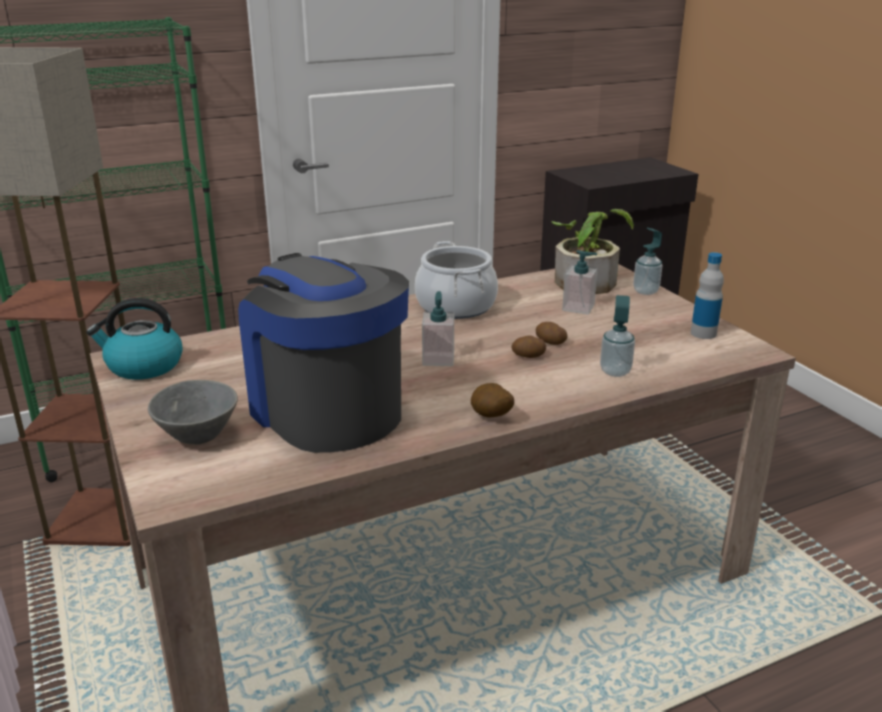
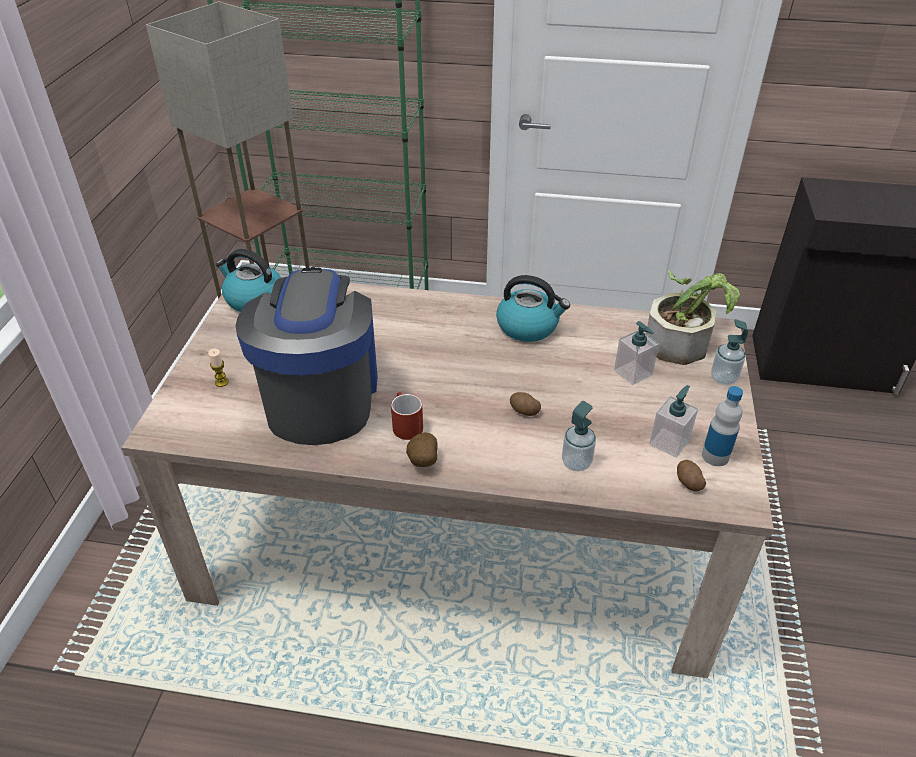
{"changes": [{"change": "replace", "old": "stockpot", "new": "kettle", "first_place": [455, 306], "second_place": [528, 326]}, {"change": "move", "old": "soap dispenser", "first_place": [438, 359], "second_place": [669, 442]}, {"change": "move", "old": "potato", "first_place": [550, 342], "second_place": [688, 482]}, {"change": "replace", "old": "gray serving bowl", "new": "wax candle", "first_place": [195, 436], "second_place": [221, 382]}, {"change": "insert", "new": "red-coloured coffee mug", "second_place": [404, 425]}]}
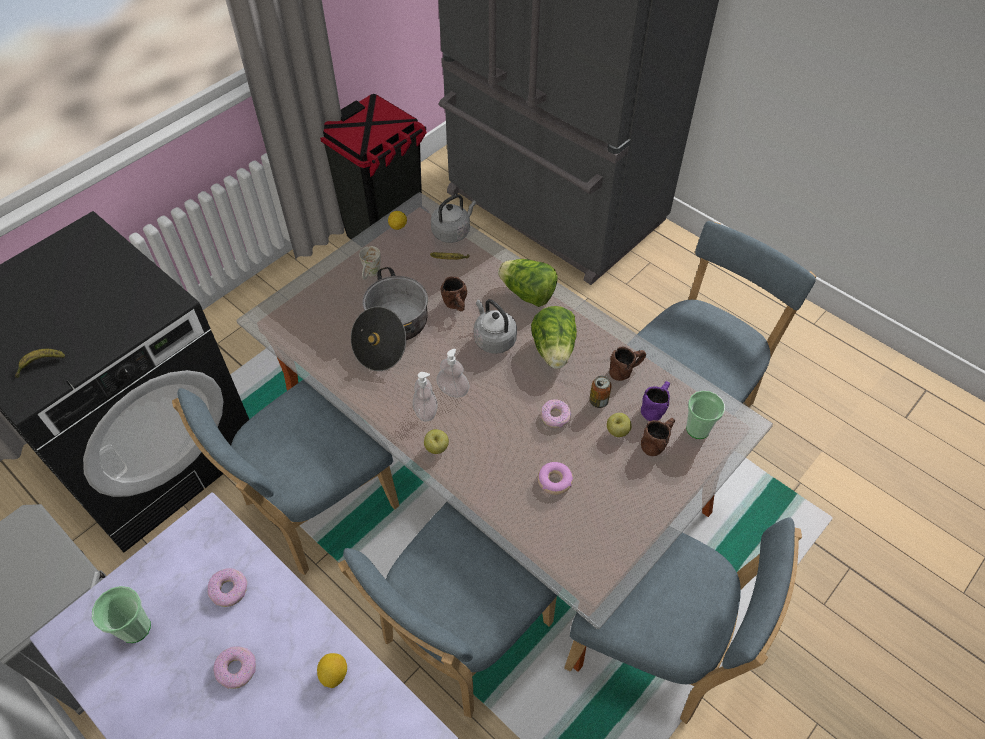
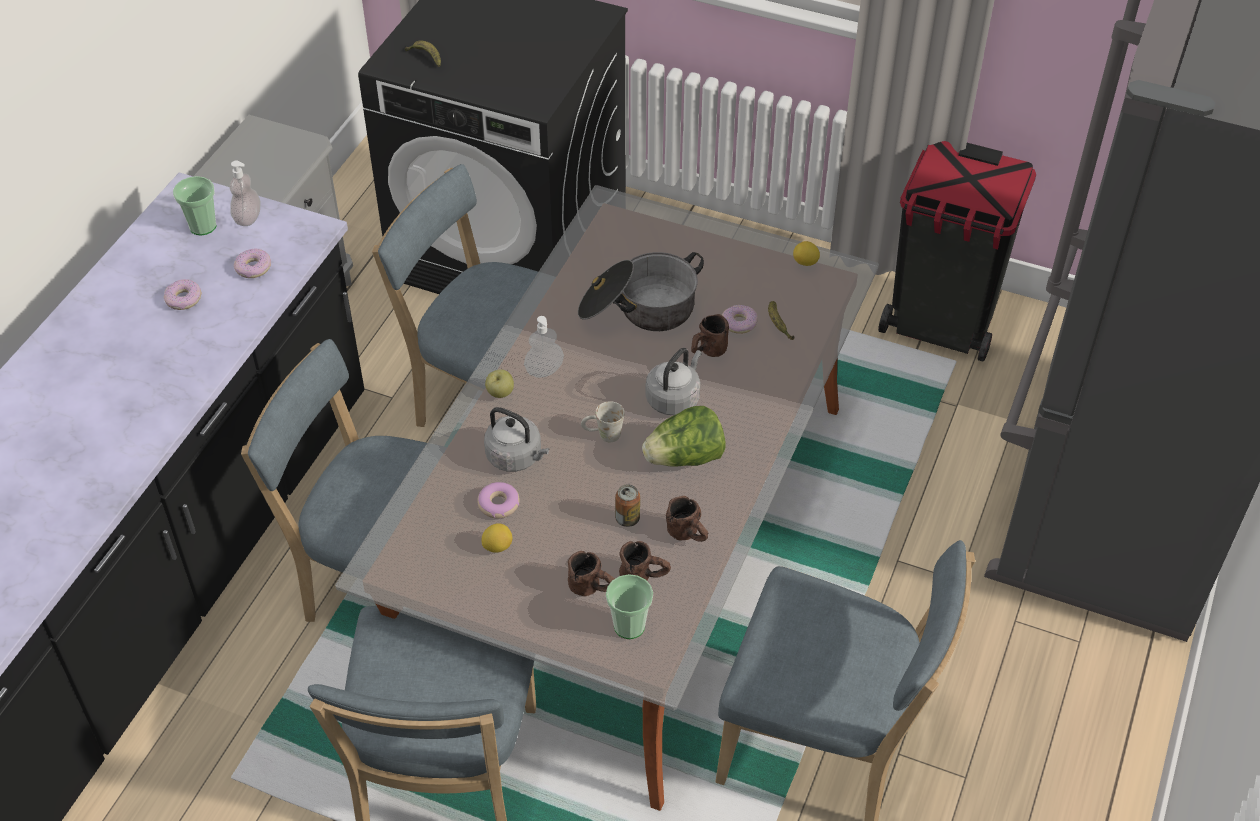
{"changes": [{"change": "move", "old": "gray kettle", "first_place": [453, 232], "second_place": [516, 457]}, {"change": "move", "old": "whitish coffee mug", "first_place": [370, 274], "second_place": [602, 435]}, {"change": "delete", "old": "head of lettuce", "first_place": [527, 294]}, {"change": "move", "old": "soap dispenser", "first_place": [453, 390], "second_place": [248, 218]}, {"change": "recolor", "old": "purplish coffee mug", "new": "brown-coloured coffee mug", "first_place": [655, 406], "second_place": [645, 576]}, {"change": "move", "old": "ring doughnut", "first_place": [555, 416], "second_place": [739, 323]}, {"change": "delete", "old": "whole apple", "first_place": [617, 431]}, {"change": "move", "old": "whole lemon", "first_place": [334, 674], "second_place": [497, 546]}]}
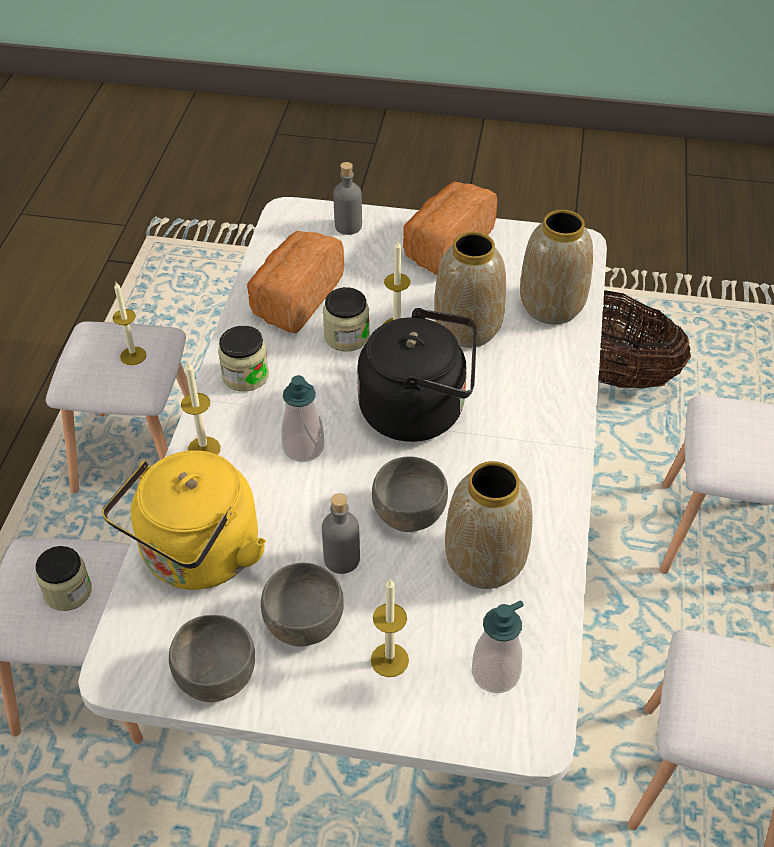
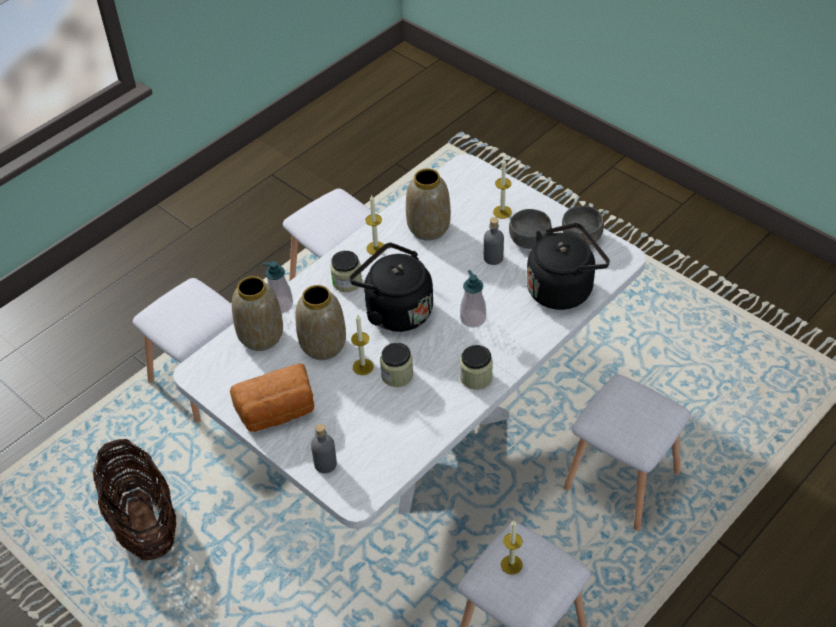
{"changes": [{"change": "delete", "old": "bread", "first_place": [295, 299]}, {"change": "move", "old": "wax candle", "first_place": [204, 449], "second_place": [376, 248]}, {"change": "recolor", "old": "yellow kettle", "new": "blackish kettle", "first_place": [197, 558], "second_place": [563, 288]}, {"change": "delete", "old": "gray serving bowl", "first_place": [408, 513]}, {"change": "move", "old": "jar", "first_place": [68, 592], "second_place": [347, 282]}, {"change": "move", "old": "soap dispenser", "first_place": [495, 673], "second_place": [280, 305]}]}
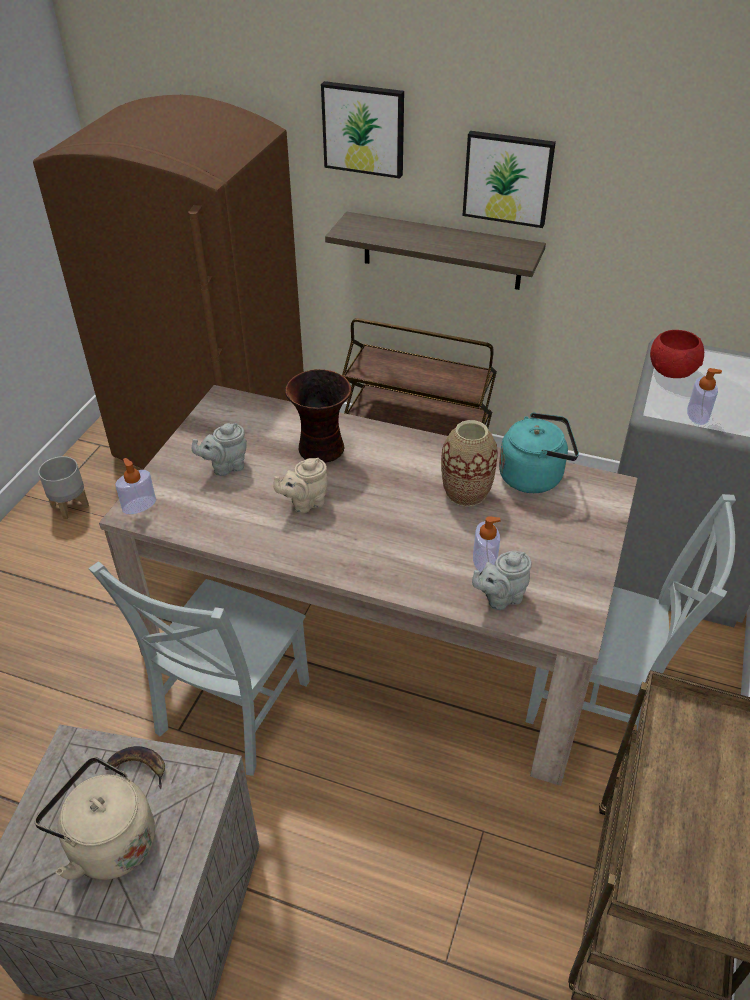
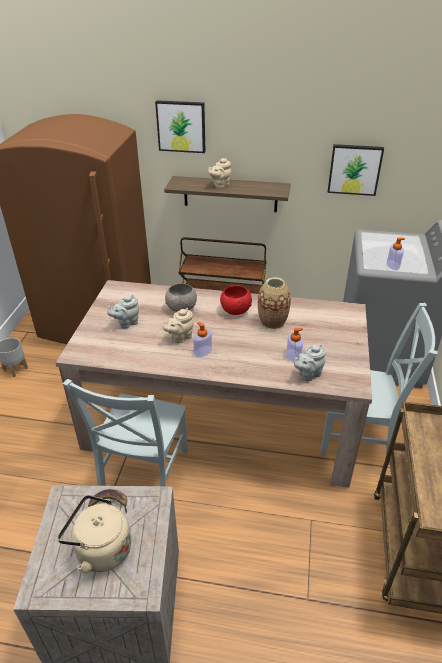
{"changes": [{"change": "move", "old": "picture", "first_place": [508, 178], "second_place": [354, 169]}, {"change": "move", "old": "red-coloured serving bowl", "first_place": [672, 371], "second_place": [236, 310]}, {"change": "replace", "old": "vase", "new": "gray serving bowl", "first_place": [322, 449], "second_place": [182, 308]}, {"change": "delete", "old": "blue-green kettle", "first_place": [534, 476]}, {"change": "move", "old": "soap dispenser", "first_place": [139, 505], "second_place": [203, 351]}, {"change": "insert", "new": "beige-coloured teapot", "second_place": [220, 185]}]}
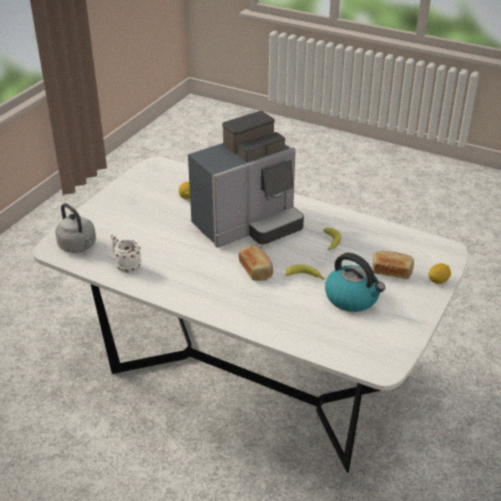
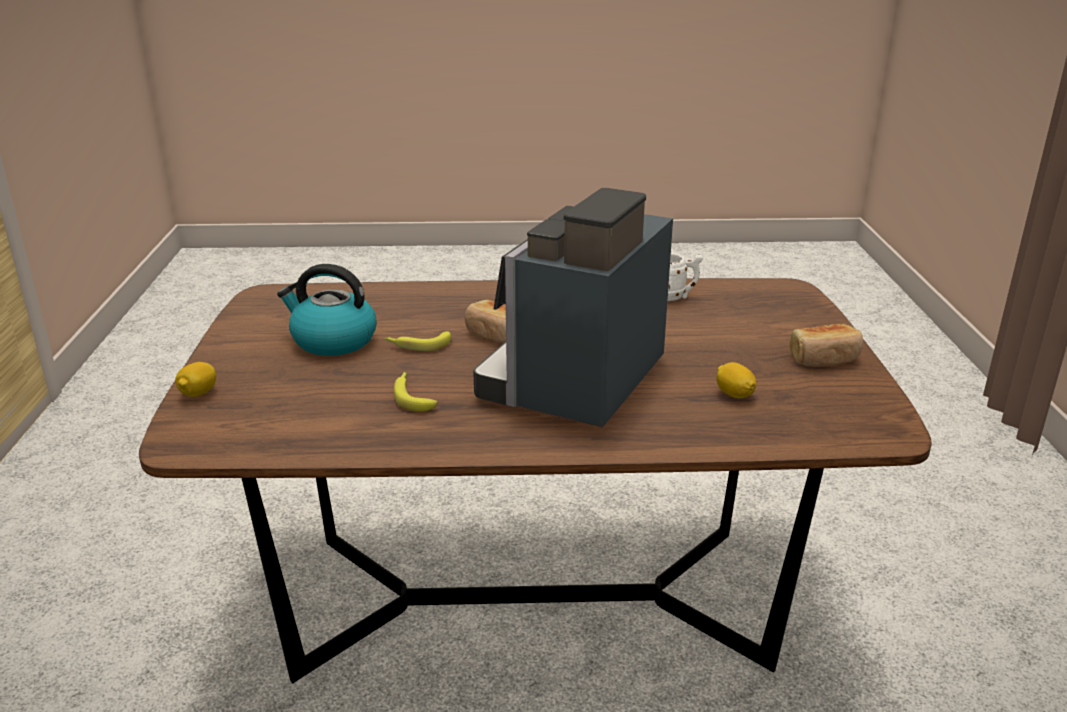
{"changes": [{"change": "recolor", "old": "whitish dinner table", "new": "brown-coloured dinner table", "first_place": [251, 379], "second_place": [532, 603]}, {"change": "delete", "old": "gray kettle", "first_place": [78, 246]}, {"change": "move", "old": "bread", "first_place": [391, 271], "second_place": [824, 359]}]}
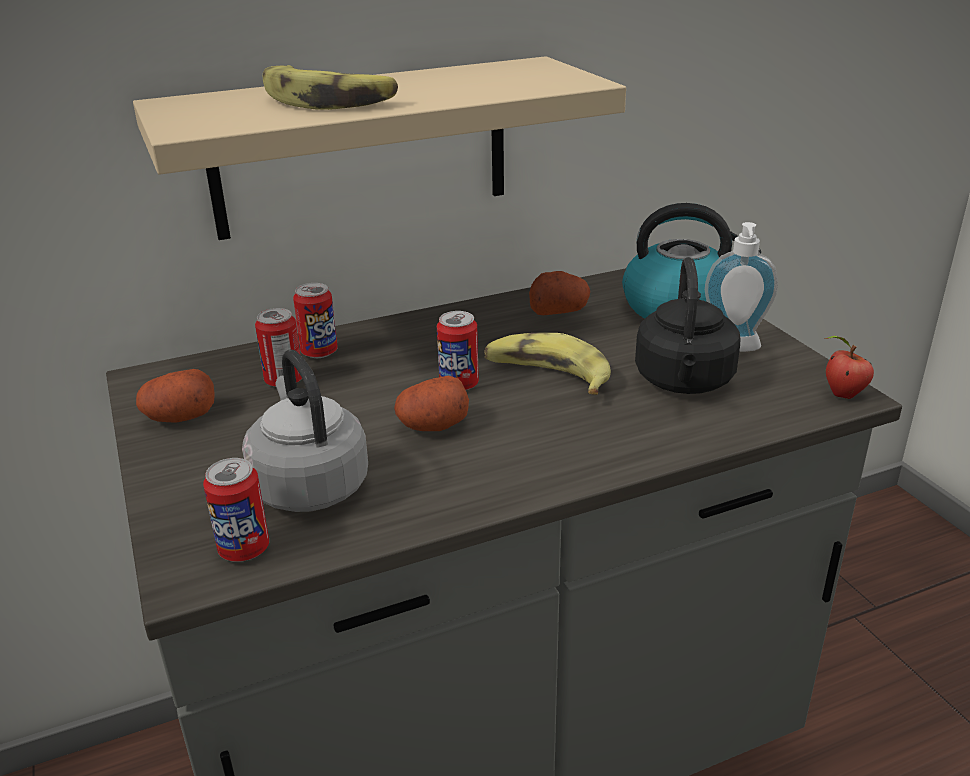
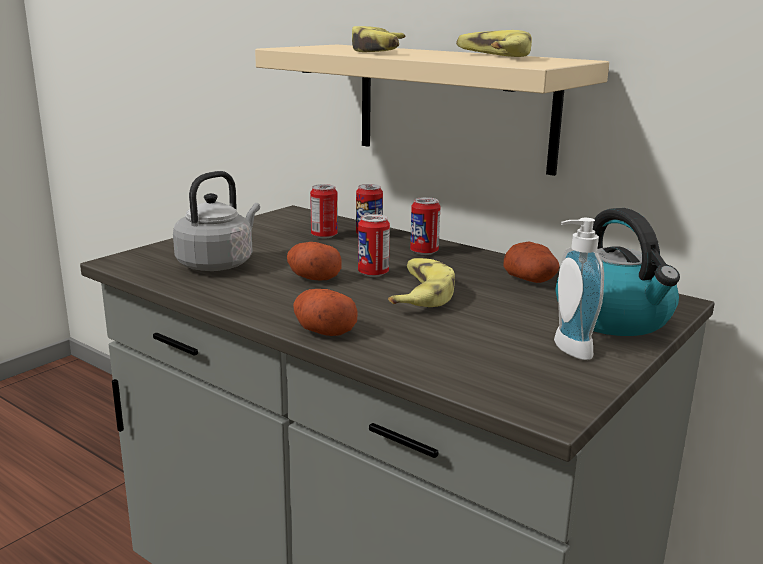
{"changes": [{"change": "delete", "old": "blackish kettle", "first_place": [684, 382]}, {"change": "delete", "old": "whole apple", "first_place": [841, 394]}, {"change": "move", "old": "potato", "first_place": [179, 417], "second_place": [322, 330]}, {"change": "move", "old": "sealed can", "first_place": [244, 549], "second_place": [424, 252]}, {"change": "insert", "new": "whole banana", "second_place": [490, 56]}]}
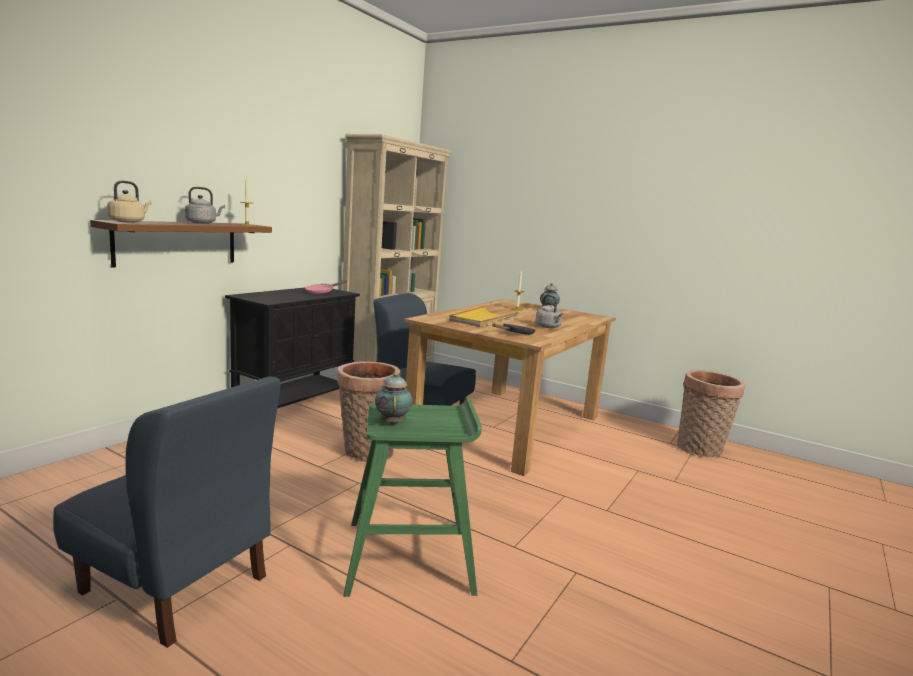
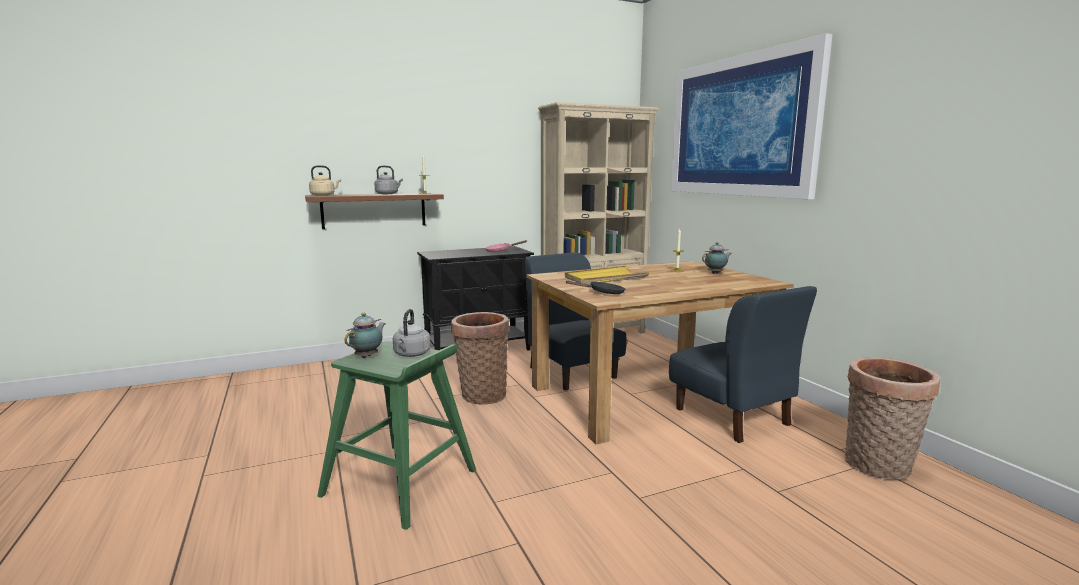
{"changes": [{"change": "move", "old": "gray kettle", "first_place": [548, 327], "second_place": [411, 354]}, {"change": "move", "old": "blue-coloured chair", "first_place": [175, 585], "second_place": [732, 417]}, {"change": "insert", "new": "picture", "second_place": [739, 126]}]}
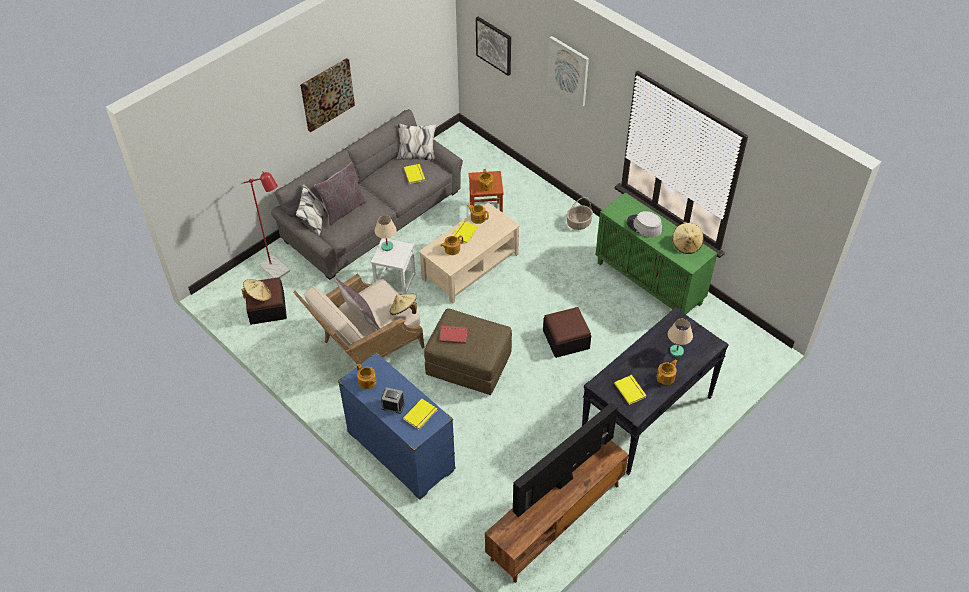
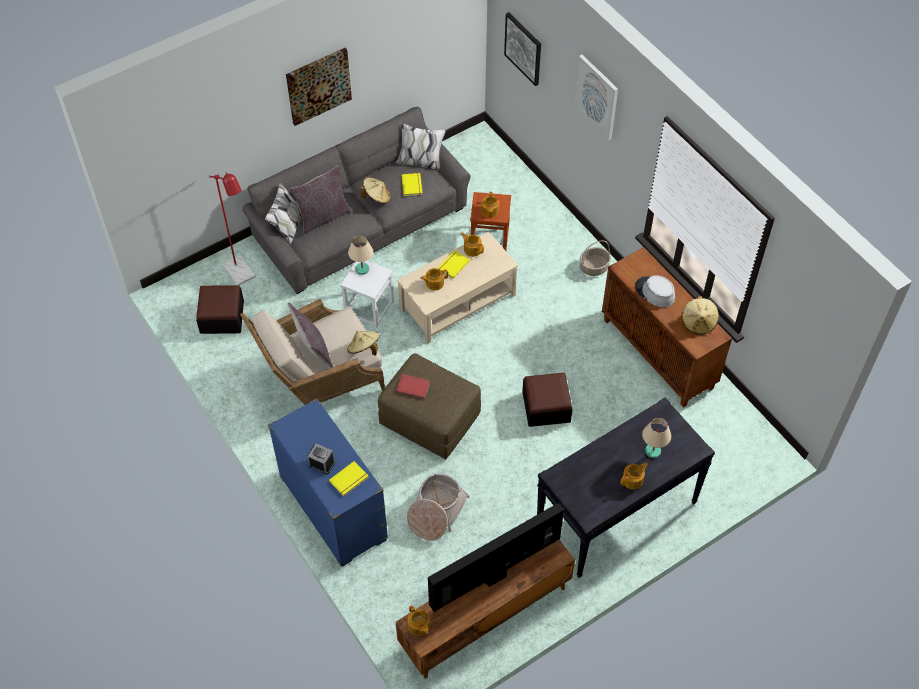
{"changes": [{"change": "recolor", "old": "green-coloured cupboard", "new": "brown-coloured cupboard", "first_place": [650, 283], "second_place": [658, 354]}, {"change": "move", "old": "beige-coloured wearable hat", "first_place": [258, 296], "second_place": [377, 197]}, {"change": "move", "old": "teapot", "first_place": [367, 382], "second_place": [418, 626]}, {"change": "delete", "old": "yellow book", "first_place": [631, 390]}, {"change": "insert", "new": "storage basket", "second_place": [436, 512]}]}
